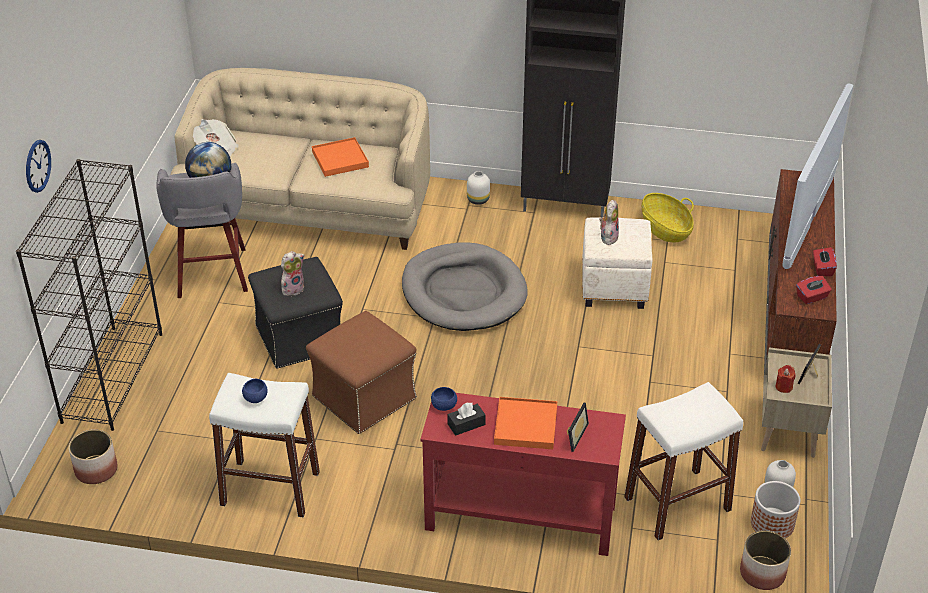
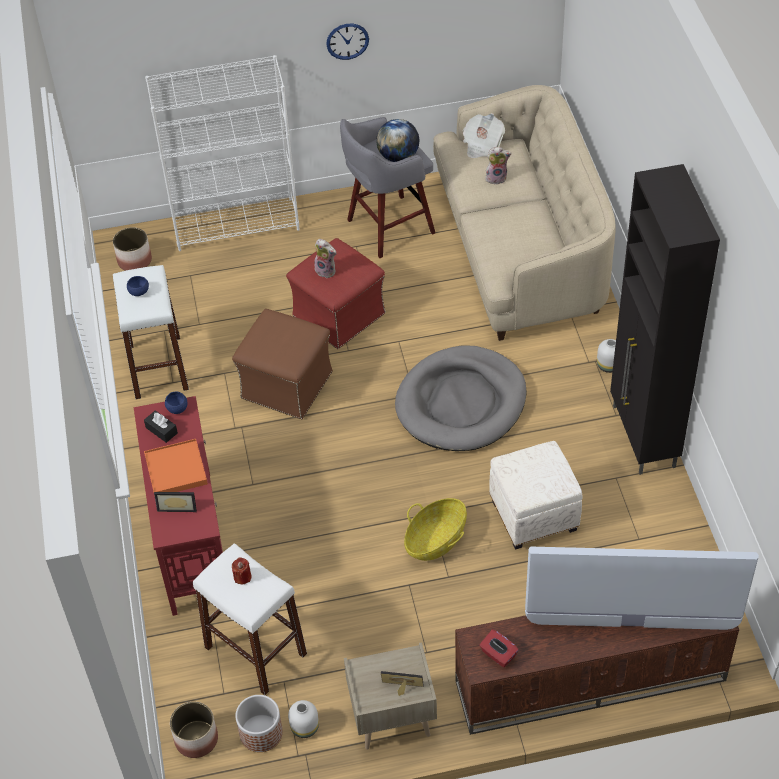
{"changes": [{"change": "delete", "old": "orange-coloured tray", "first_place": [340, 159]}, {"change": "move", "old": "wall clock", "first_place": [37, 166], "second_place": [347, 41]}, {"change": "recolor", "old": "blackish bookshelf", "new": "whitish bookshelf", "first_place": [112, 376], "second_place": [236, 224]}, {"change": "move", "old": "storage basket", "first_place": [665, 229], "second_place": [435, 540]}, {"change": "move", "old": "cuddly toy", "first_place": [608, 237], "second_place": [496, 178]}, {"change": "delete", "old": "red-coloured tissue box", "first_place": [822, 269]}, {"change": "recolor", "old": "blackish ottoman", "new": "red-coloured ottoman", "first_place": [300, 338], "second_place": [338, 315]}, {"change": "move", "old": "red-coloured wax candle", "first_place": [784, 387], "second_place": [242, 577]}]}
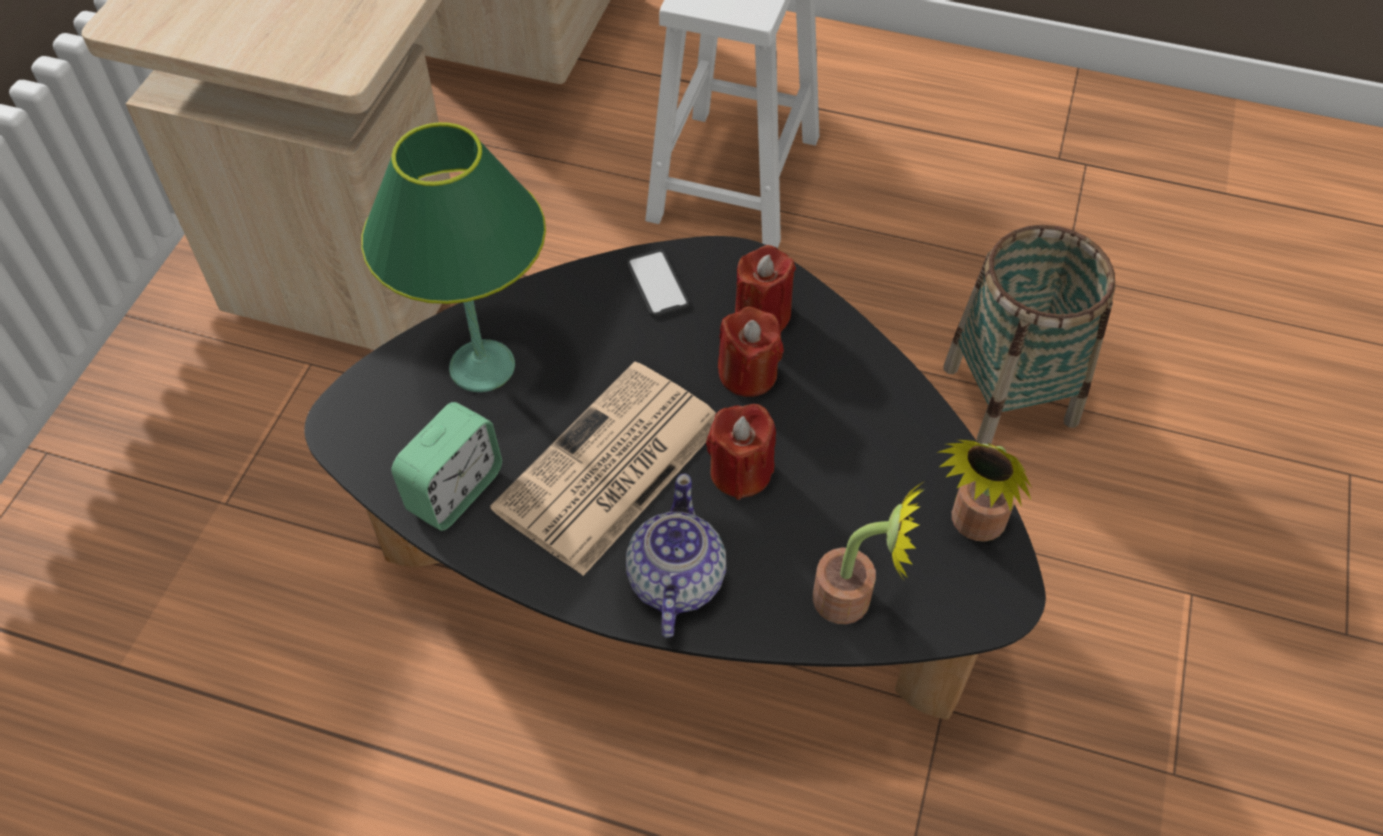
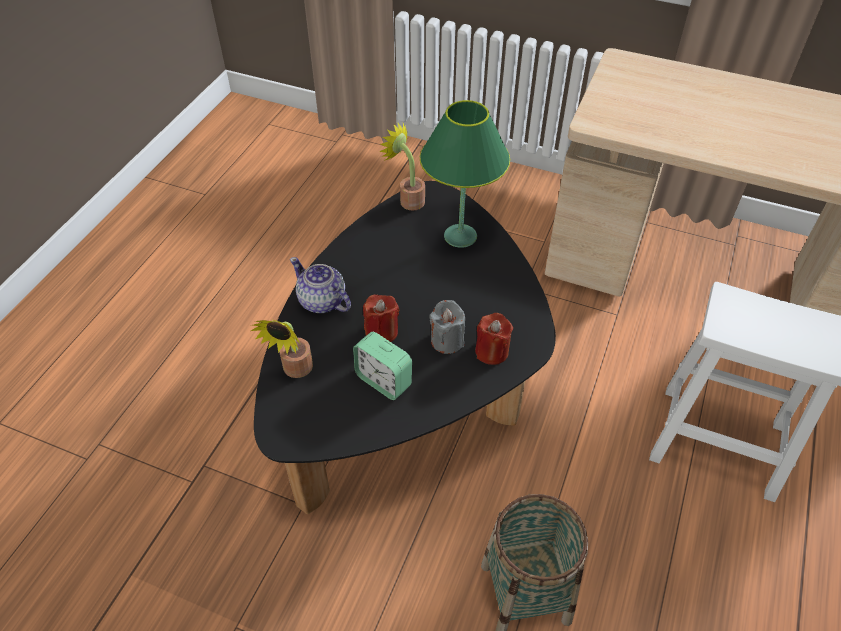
{"changes": [{"change": "delete", "old": "telephone", "first_place": [657, 284]}, {"change": "recolor", "old": "red-coloured wax candle", "new": "gray wax candle", "first_place": [748, 374], "second_place": [447, 341]}, {"change": "delete", "old": "daily paper", "first_place": [609, 469]}, {"change": "move", "old": "bedside clock", "first_place": [455, 491], "second_place": [383, 380]}, {"change": "move", "old": "plant in a pot", "first_place": [973, 526], "second_place": [408, 200]}, {"change": "rotate", "old": "teapot", "first_place": [674, 581], "second_place": [322, 302], "degrees": -150}]}
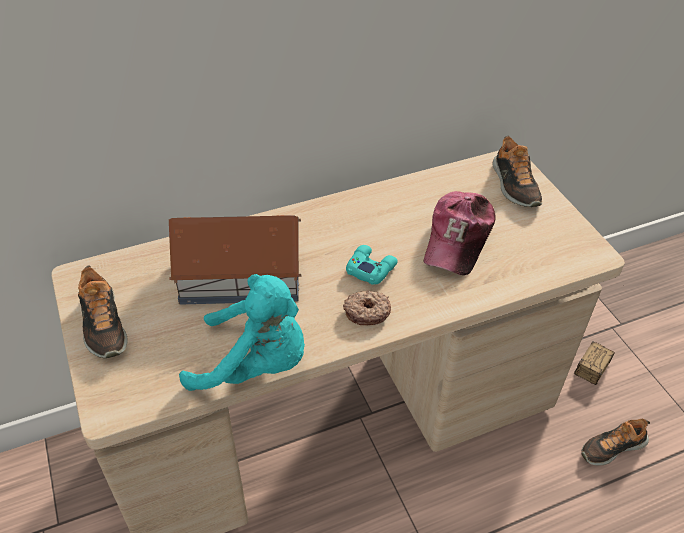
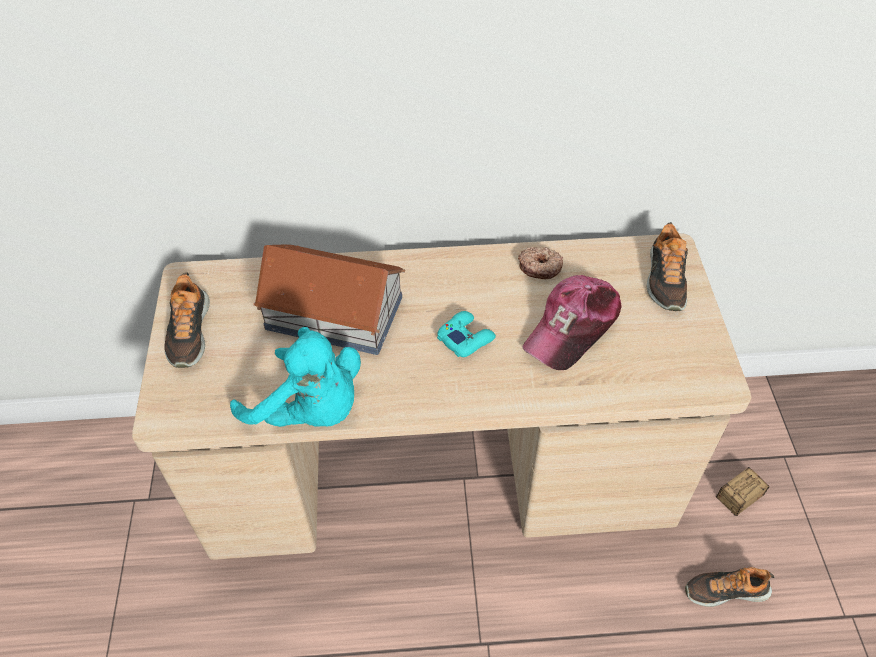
{"changes": [{"change": "move", "old": "ring doughnut", "first_place": [367, 312], "second_place": [540, 266]}]}
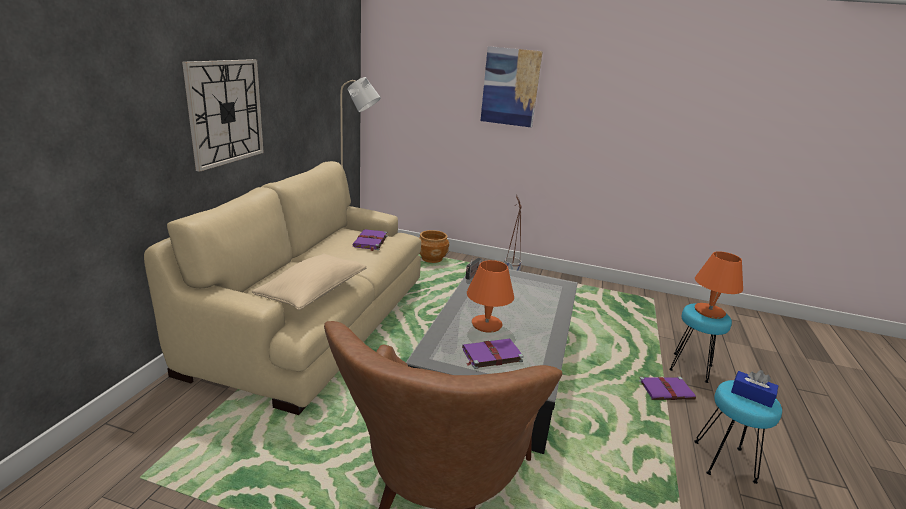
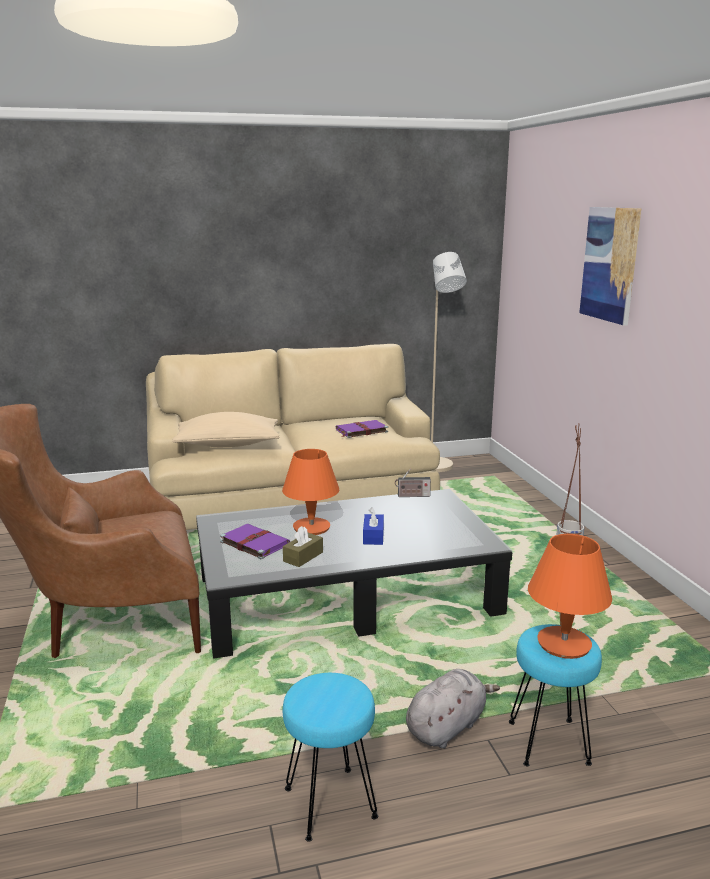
{"changes": [{"change": "delete", "old": "wall clock", "first_place": [226, 112]}, {"change": "delete", "old": "brown-coloured planter", "first_place": [432, 259]}, {"change": "move", "old": "blue-coloured tissue box", "first_place": [752, 395], "second_place": [373, 536]}, {"change": "replace", "old": "purplish book", "new": "gray cuddly toy", "first_place": [666, 390], "second_place": [447, 726]}, {"change": "insert", "new": "brown-coloured tissue box", "second_place": [303, 557]}]}
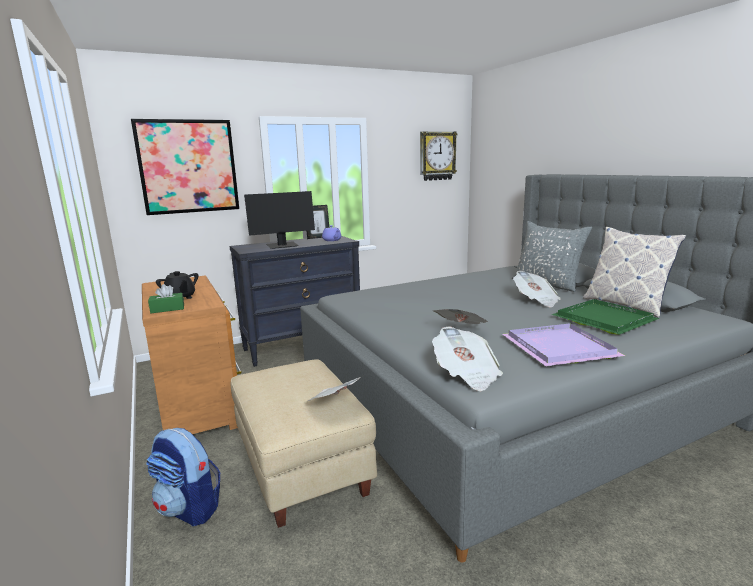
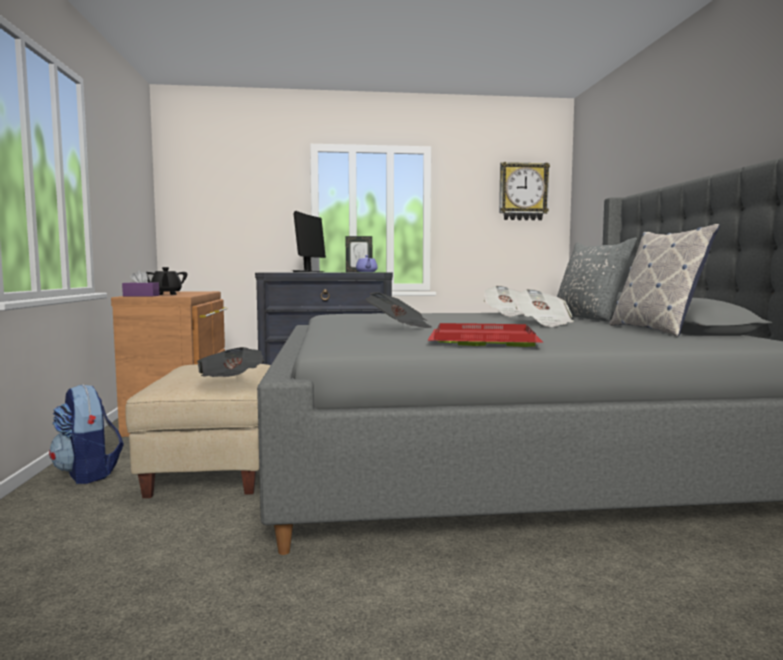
{"changes": [{"change": "delete", "old": "picture", "first_place": [188, 166]}, {"change": "rotate", "old": "computer screen", "first_place": [282, 246], "second_place": [308, 272], "degrees": -75}, {"change": "recolor", "old": "green-coloured tissue box", "new": "purplish tissue box", "first_place": [167, 309], "second_place": [141, 296]}, {"change": "delete", "old": "green-coloured tray", "first_place": [603, 319]}, {"change": "recolor", "old": "purplish tray", "new": "red-coloured tray", "first_place": [561, 348], "second_place": [485, 340]}, {"change": "move", "old": "daily paper", "first_place": [466, 375], "second_place": [506, 314]}]}
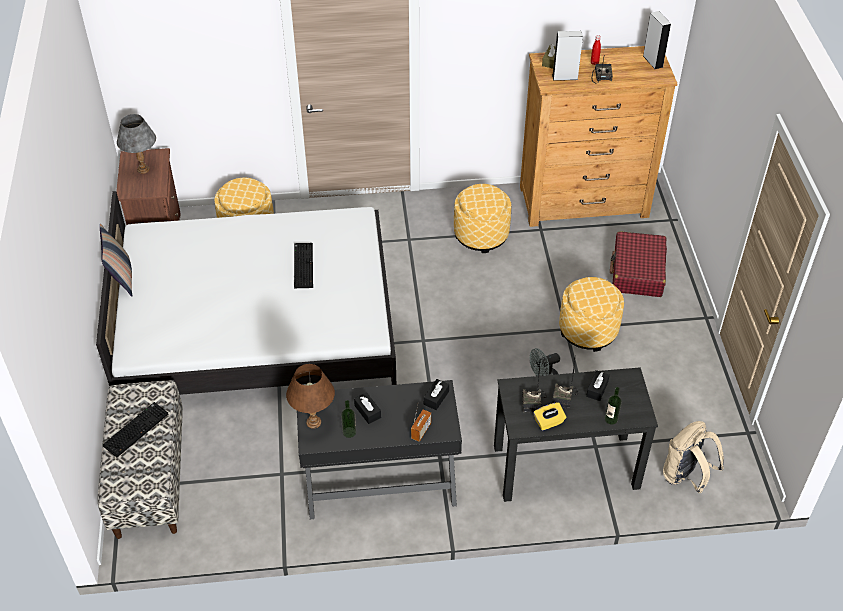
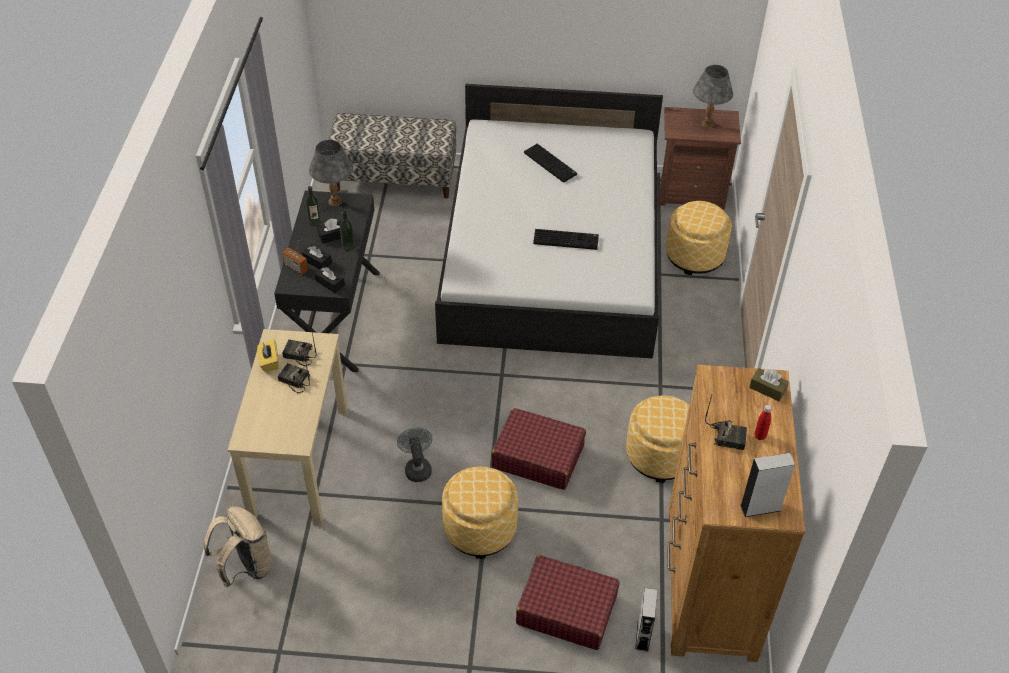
{"changes": [{"change": "move", "old": "gray loudspeaker", "first_place": [565, 77], "second_place": [642, 636]}, {"change": "delete", "old": "throw pillow", "first_place": [121, 278]}, {"change": "recolor", "old": "brown-coloured lamp for a table", "new": "gray lamp for a table", "first_place": [314, 422], "second_place": [334, 202]}, {"change": "recolor", "old": "blackish desk table", "new": "beige-coloured desk table", "first_place": [565, 467], "second_place": [299, 461]}, {"change": "move", "old": "blackish tissue box", "first_place": [597, 389], "second_place": [317, 261]}, {"change": "move", "old": "drink bottle", "first_place": [611, 419], "second_place": [348, 246]}, {"change": "move", "old": "computer keyboard", "first_place": [136, 429], "second_place": [551, 163]}, {"change": "insert", "new": "red-coloured piece of luggage", "second_place": [537, 456]}]}
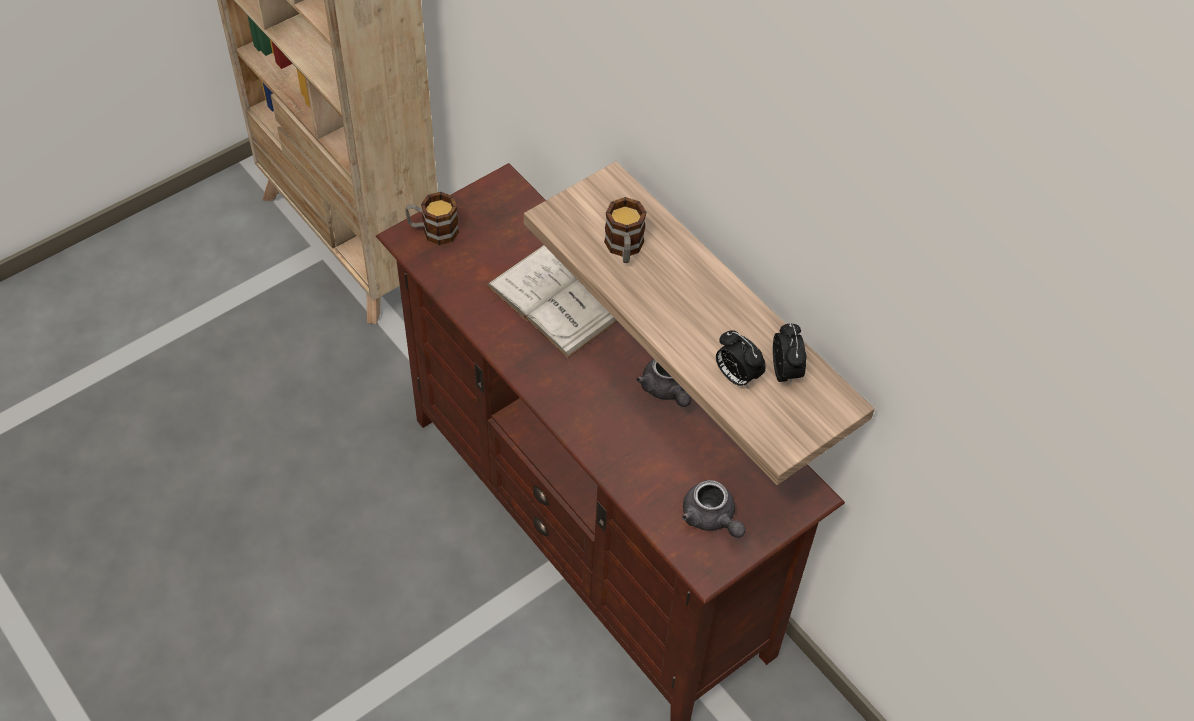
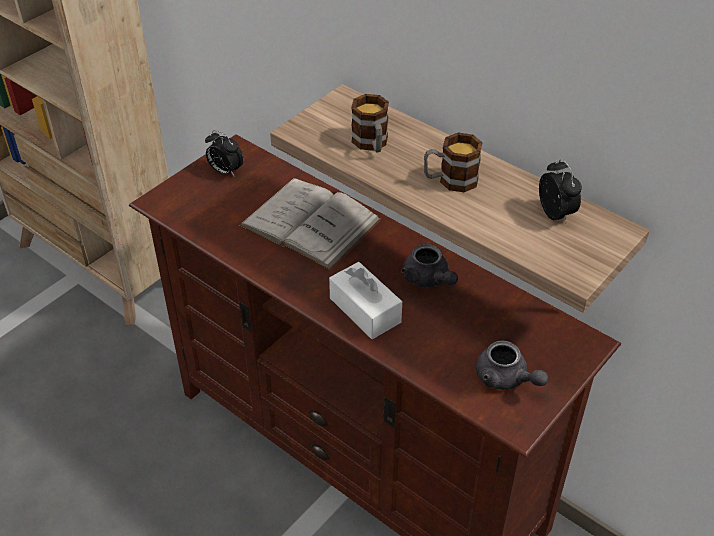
{"changes": [{"change": "move", "old": "coffee mug", "first_place": [433, 230], "second_place": [450, 180]}, {"change": "move", "old": "bedside clock", "first_place": [736, 376], "second_place": [225, 171]}, {"change": "insert", "new": "whitish tissue box", "second_place": [365, 310]}]}
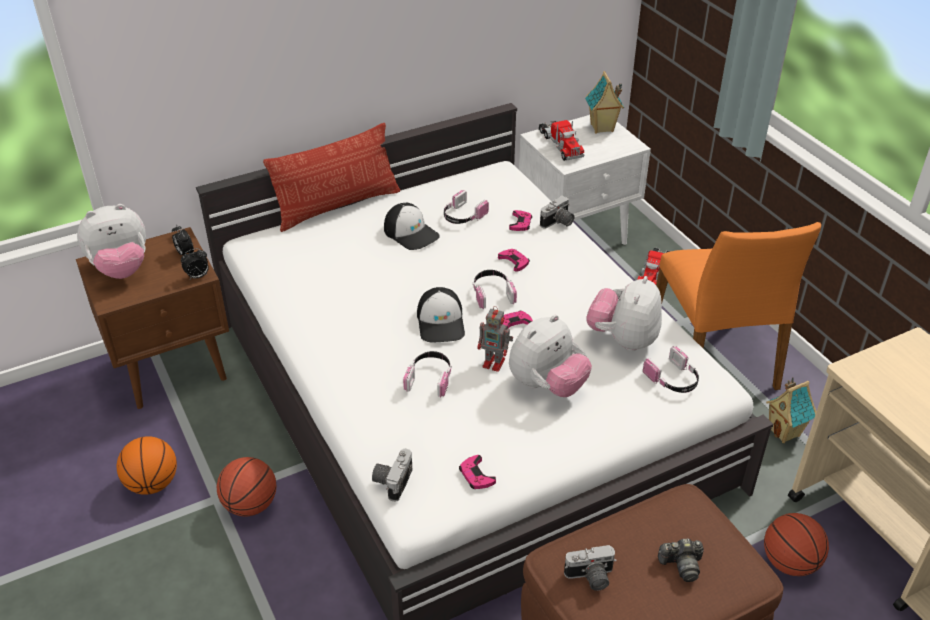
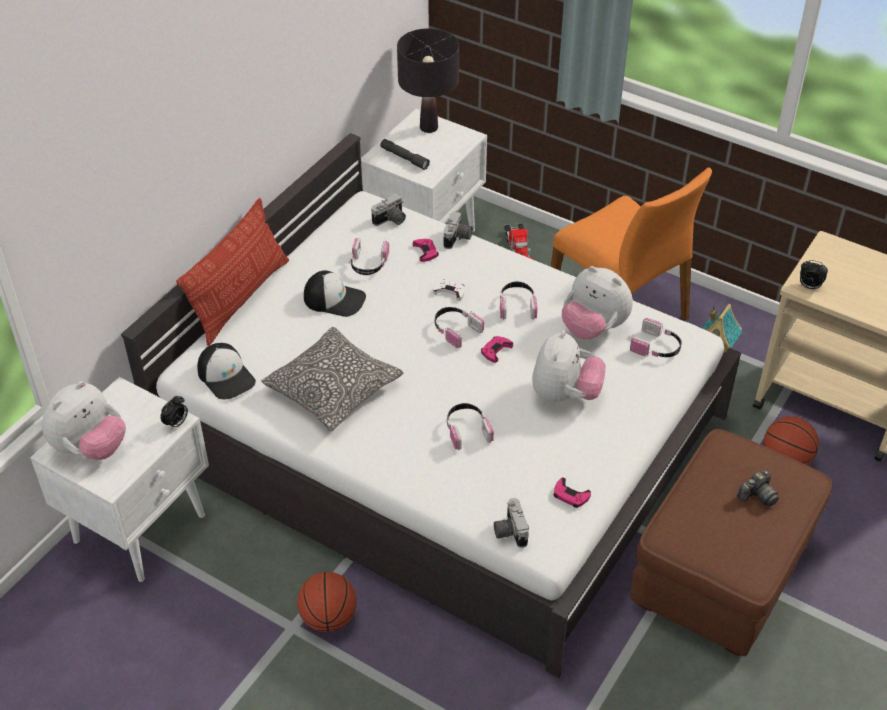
{"changes": [{"change": "replace", "old": "toy house", "new": "blackish lamp for a table", "first_place": [602, 128], "second_place": [428, 128]}, {"change": "replace", "old": "model truck", "new": "gray flashlight", "first_place": [560, 144], "second_place": [404, 158]}, {"change": "move", "old": "bedside clock", "first_place": [184, 253], "second_place": [809, 286]}, {"change": "recolor", "old": "brown-coloured nightstand", "new": "whitish nightstand", "first_place": [173, 368], "second_place": [142, 527]}, {"change": "recolor", "old": "pink-coloured game controller", "new": "whitish game controller", "first_place": [514, 261], "second_place": [449, 291]}, {"change": "rotate", "old": "cuddly toy", "first_place": [623, 339], "second_place": [593, 328], "degrees": -45}, {"change": "move", "old": "baseball cap", "first_place": [441, 322], "second_place": [226, 376]}, {"change": "delete", "old": "model robot", "first_place": [495, 363]}, {"change": "delete", "old": "basketball", "first_place": [152, 484]}, {"change": "move", "old": "photo camera", "first_place": [590, 578], "second_place": [391, 220]}, {"change": "insert", "new": "headphones", "second_place": [517, 305]}, {"change": "insert", "new": "throw pillow", "second_place": [333, 388]}]}
